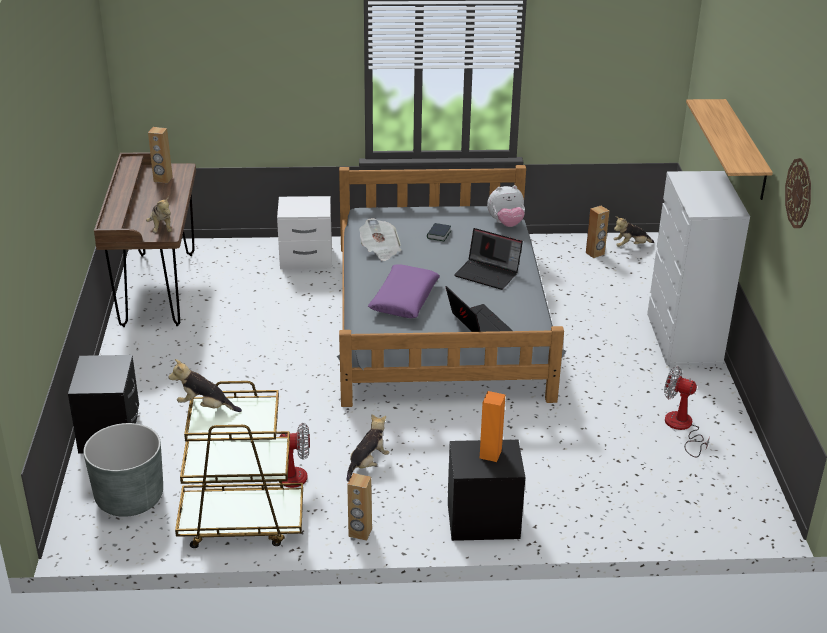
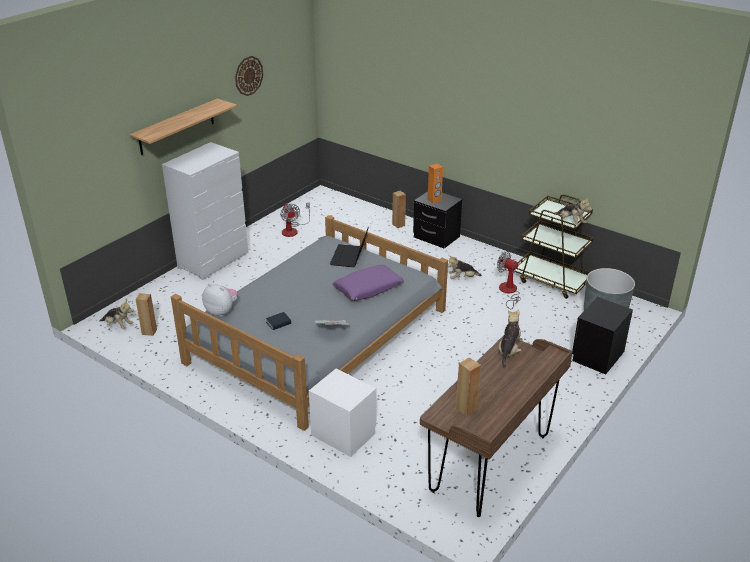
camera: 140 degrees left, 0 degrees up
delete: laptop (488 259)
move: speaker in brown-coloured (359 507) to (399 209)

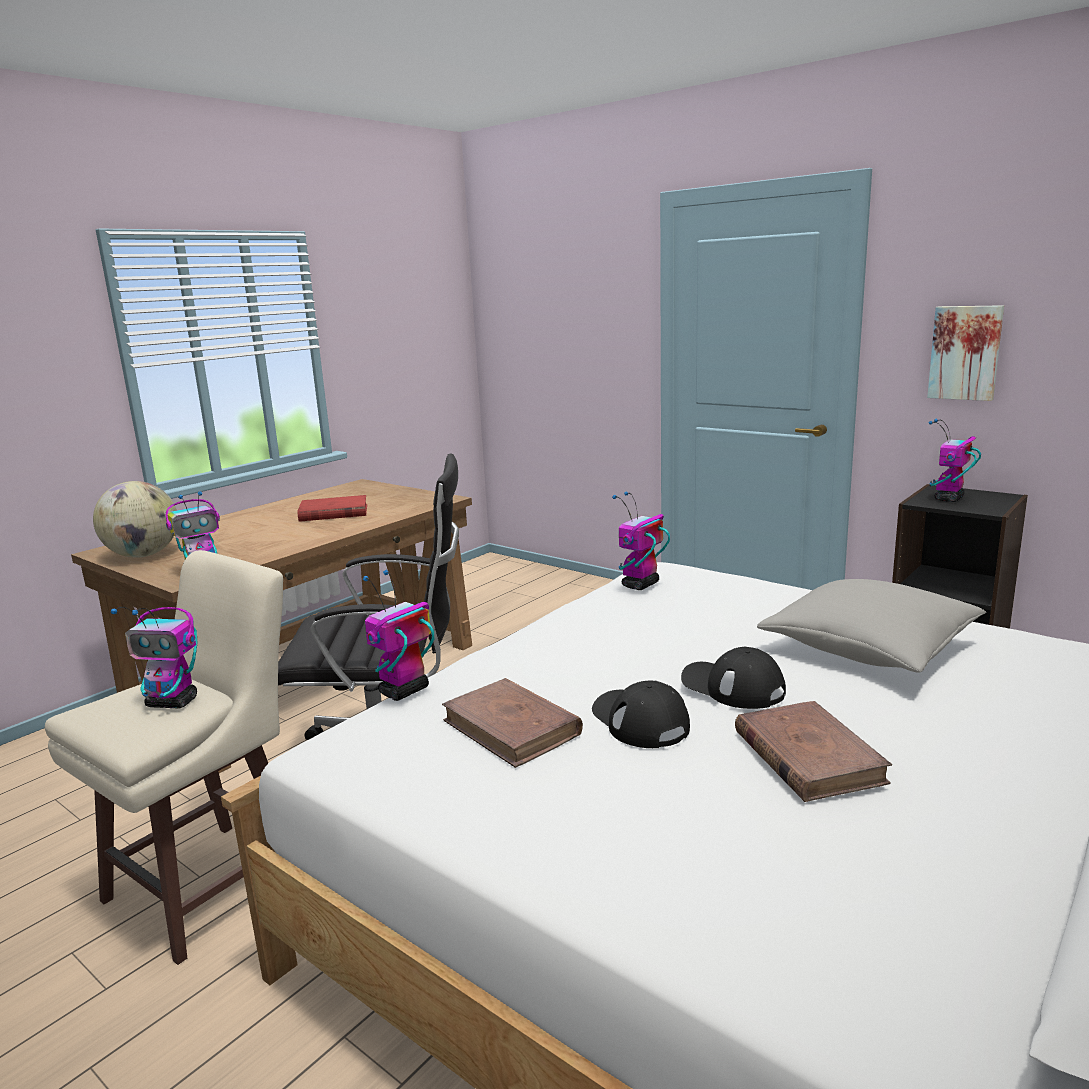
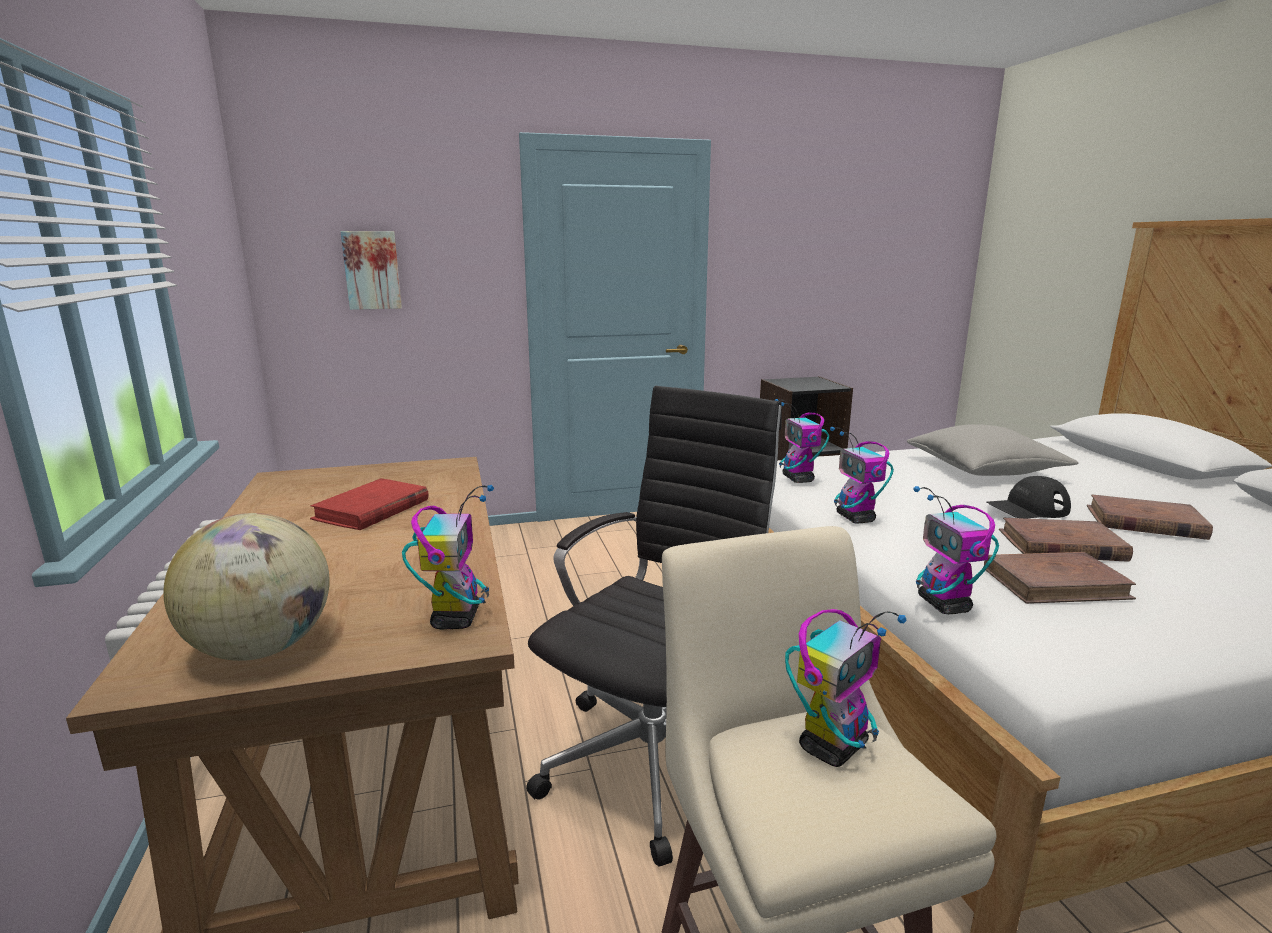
camera: 55 degrees left, 0 degrees up
move: wall art (965 353) to (371 270); toy robot (955 460) to (862 475)
replace: cap in black-coloured (641 714) to book in brown-coloured (1066 540)

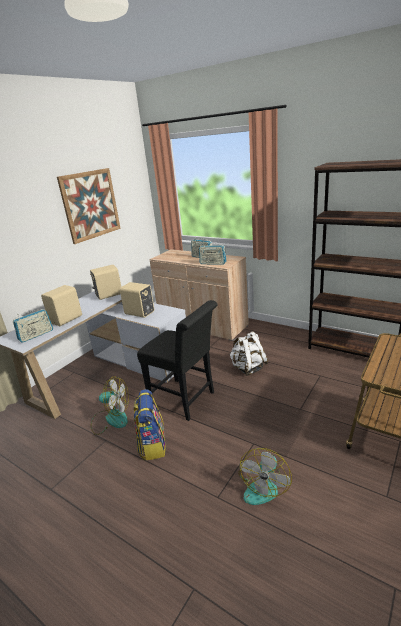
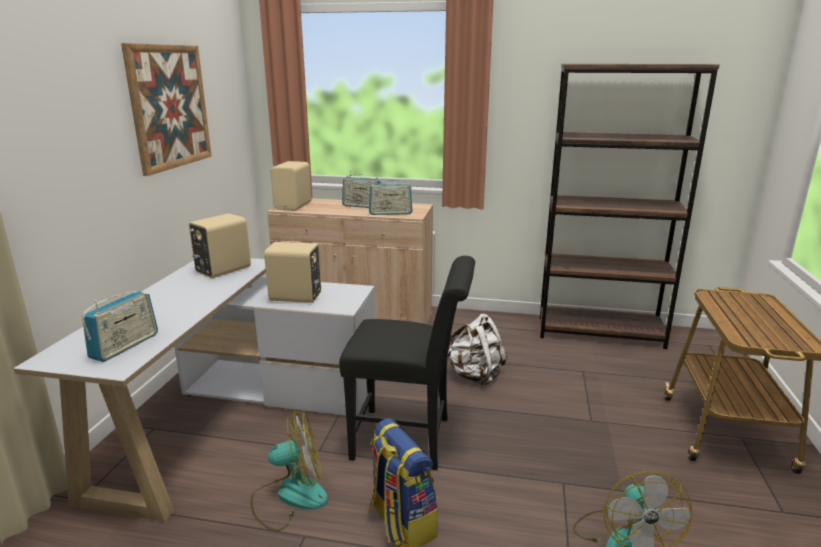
camera: 25 degrees left, 5 degrees down
move: speaker in beige (61 305) to (290 185)

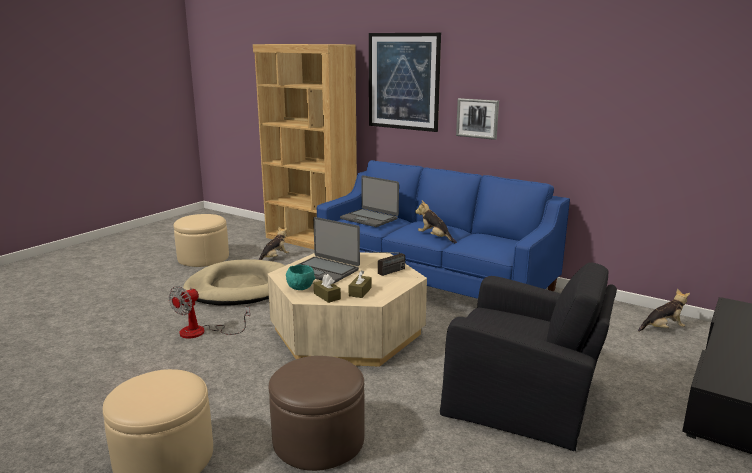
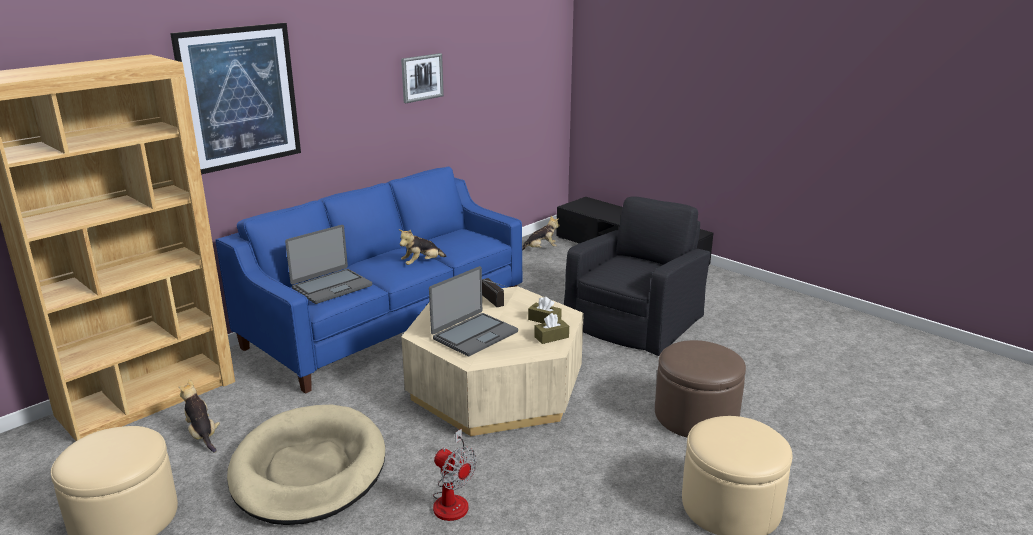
camera: 80 degrees left, 5 degrees up
delete: deep dish in turquoise-coloured (300 277)
move: wall art (477 119) to (422 78)
rotate: cuddly toy (664 310) = (541 233) 75 degrees clockwise

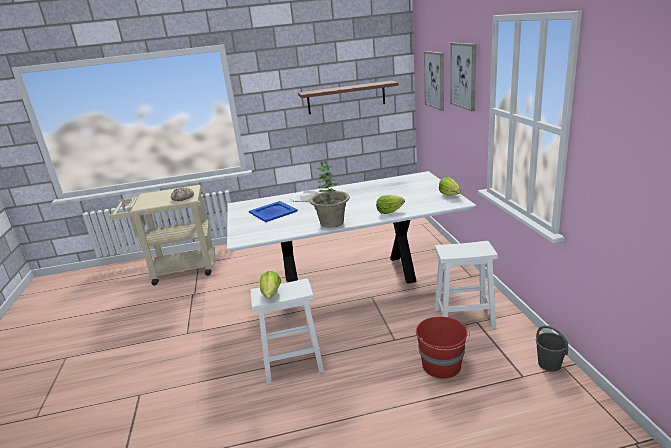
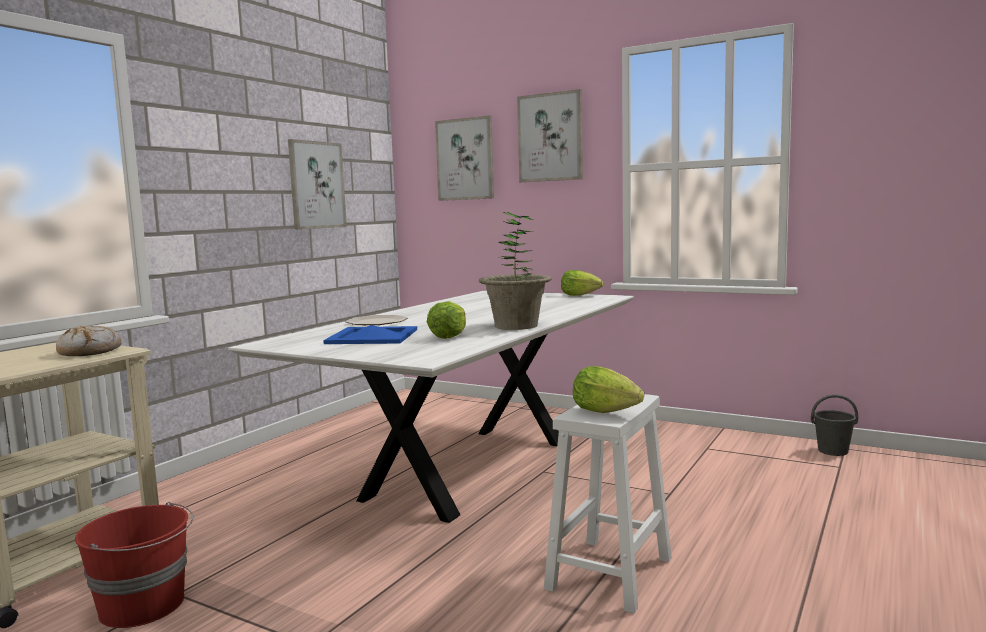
camera: 50 degrees left, 15 degrees down
delete: sitting stool in whitish (466 285)
move: lettuce head (390 204) to (446 320); water bucket in reddish (443 348) to (134 565)
replace: wall shelf (348 97) to wall art (317 184)

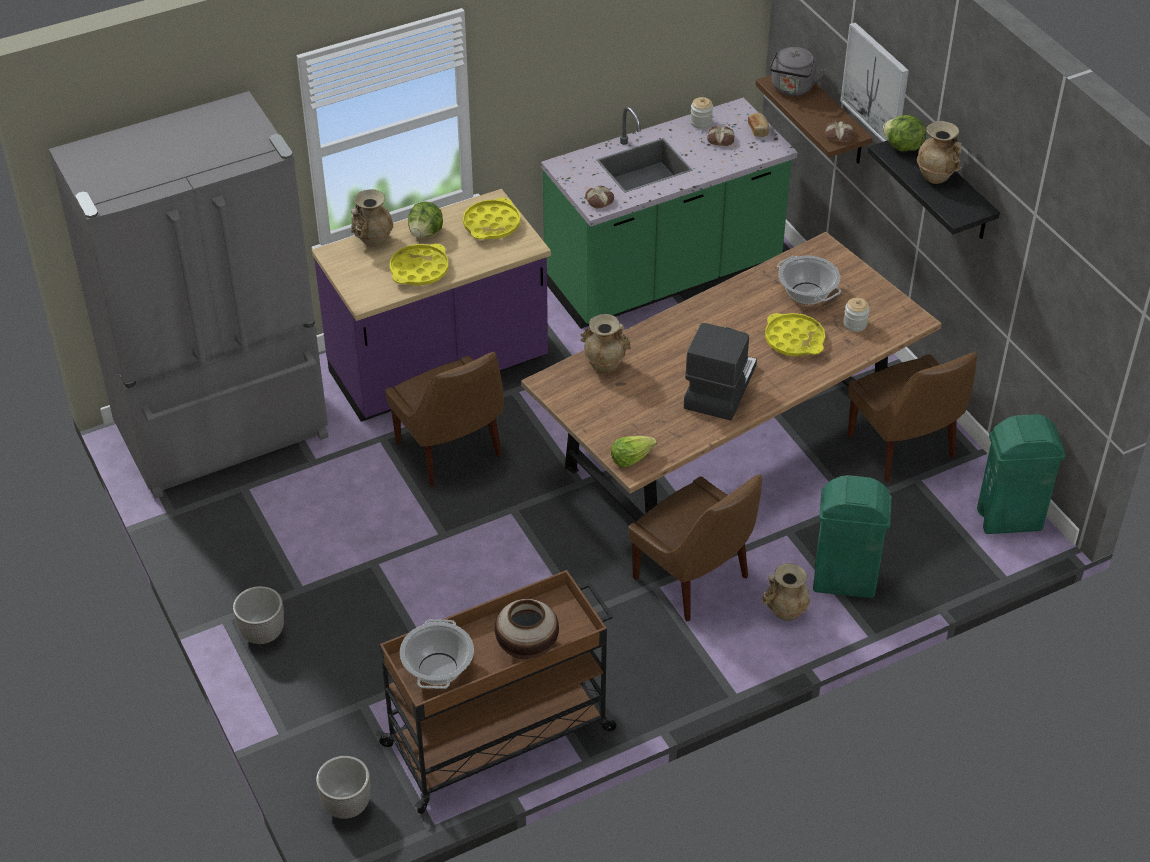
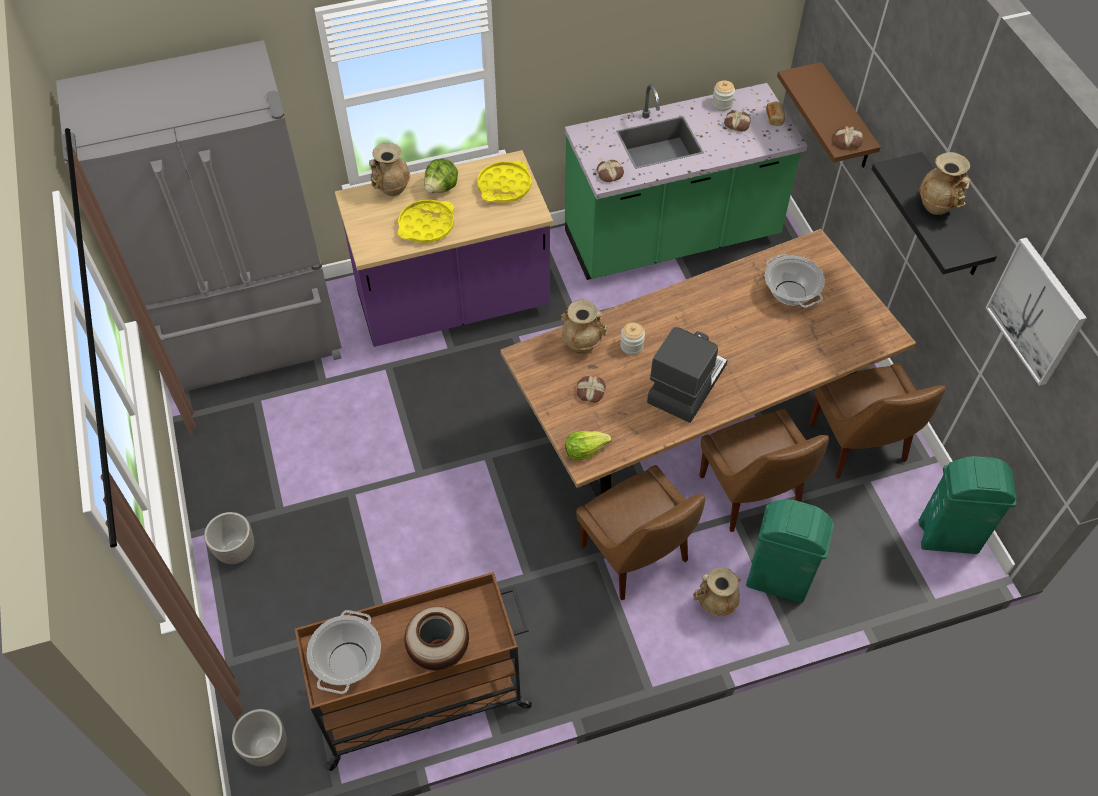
camera: 10 degrees right, 10 degrees up
delete: tray in yellow (795 335); kettle in grey (797 71); lettuce head (904 133)
insert: bread (591 389)
move: plain chair in brown-coloured (444 419) to (764 470); wall art (874 82) to (1036 311); preserve jar (856 315) to (632 338)

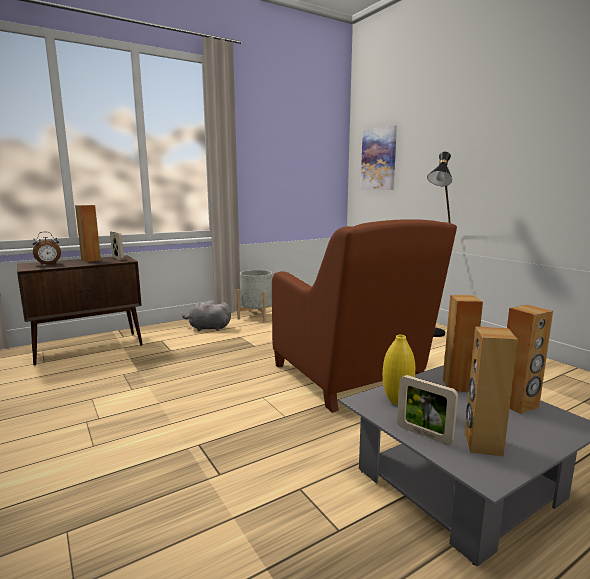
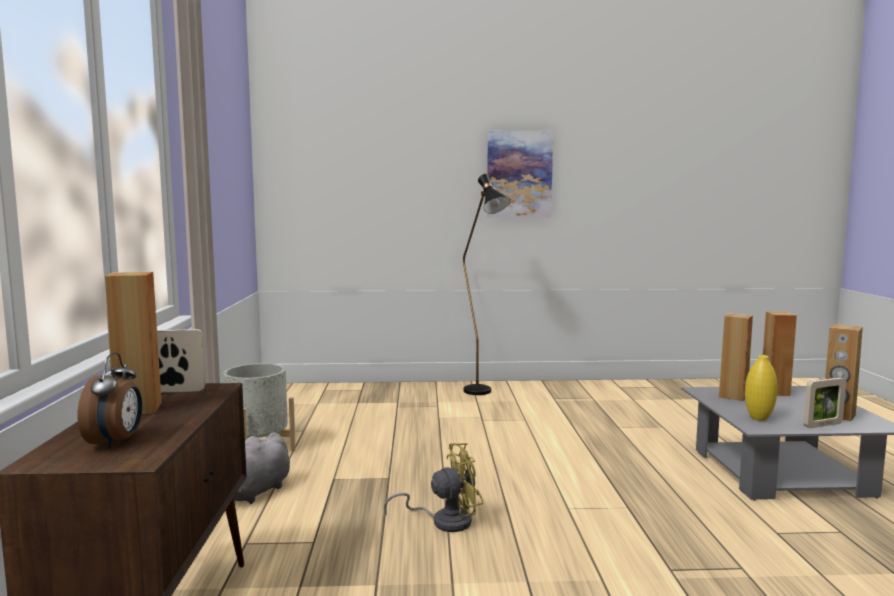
camera: 60 degrees left, 5 degrees down
delete: armchair in brown-coloured (364 316)
insert: electric fan in yellow (434 487)
move: wall art (379 157) to (520 174)

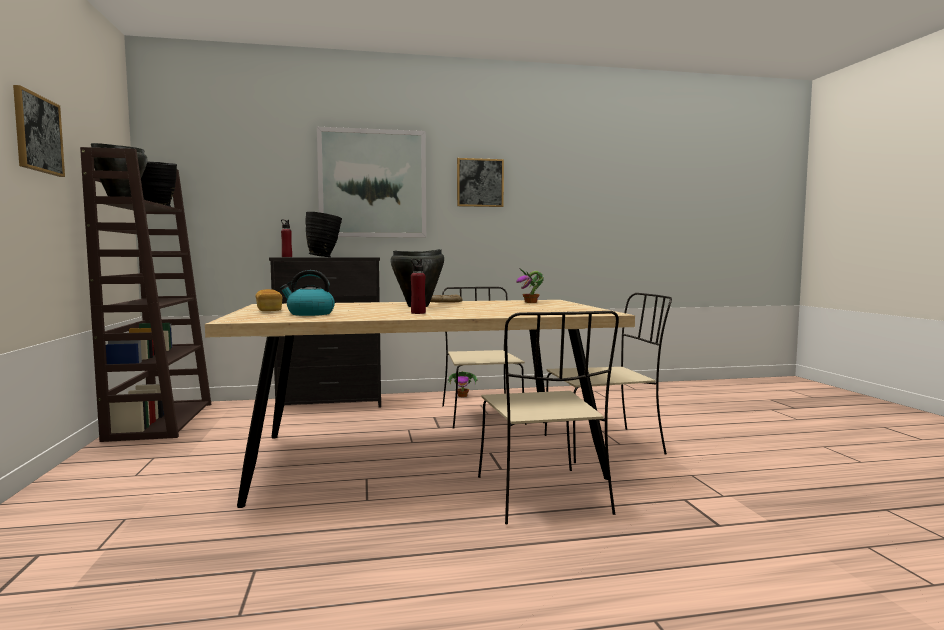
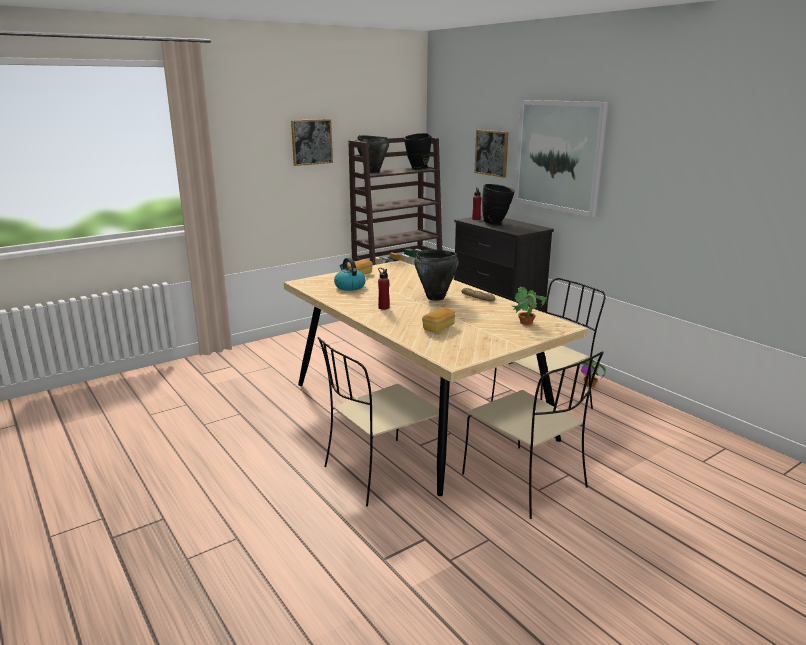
camera: 65 degrees right, 15 degrees up
insert: bread (438 320)
move: wall art (480 182) to (492 154)

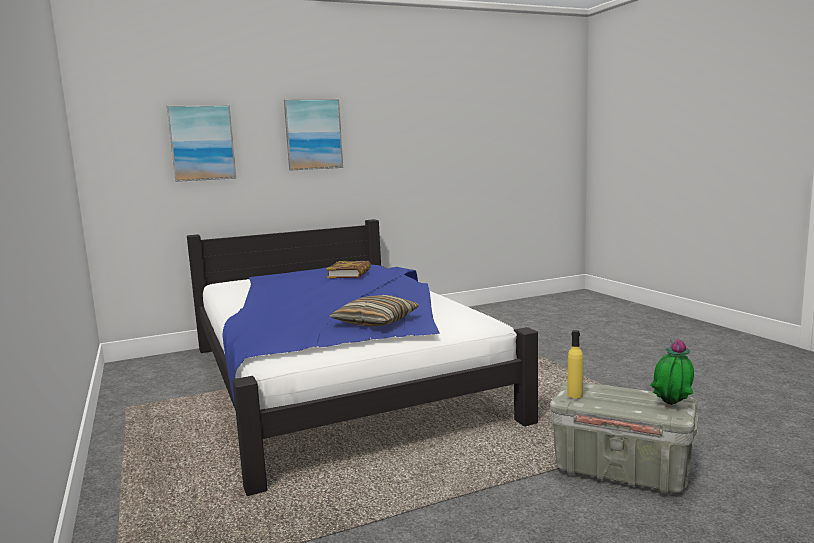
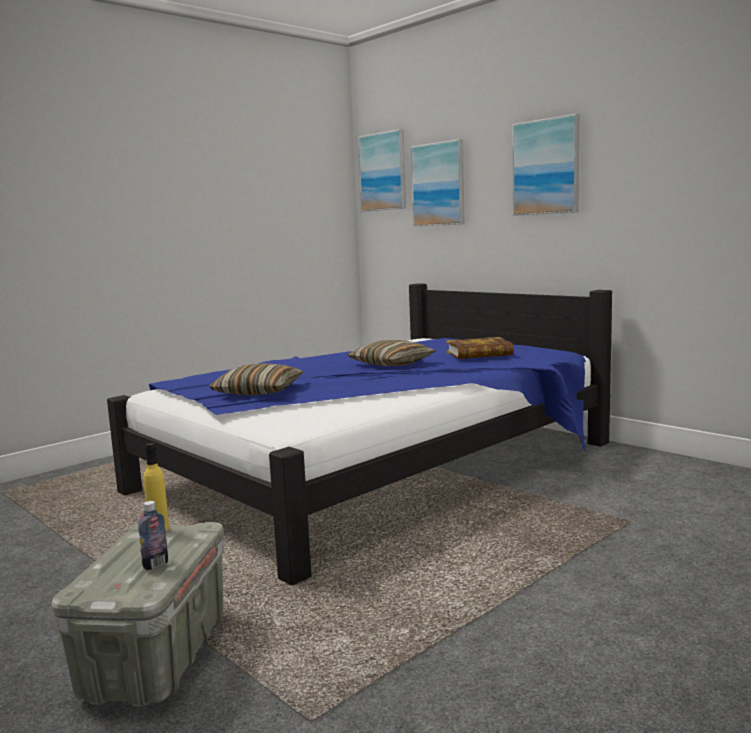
camera: 70 degrees right, 0 degrees up
delete: potted plant (672 372)
insert: beverage bottle (153 535); throw pillow (392 353); wall art (382 170)

